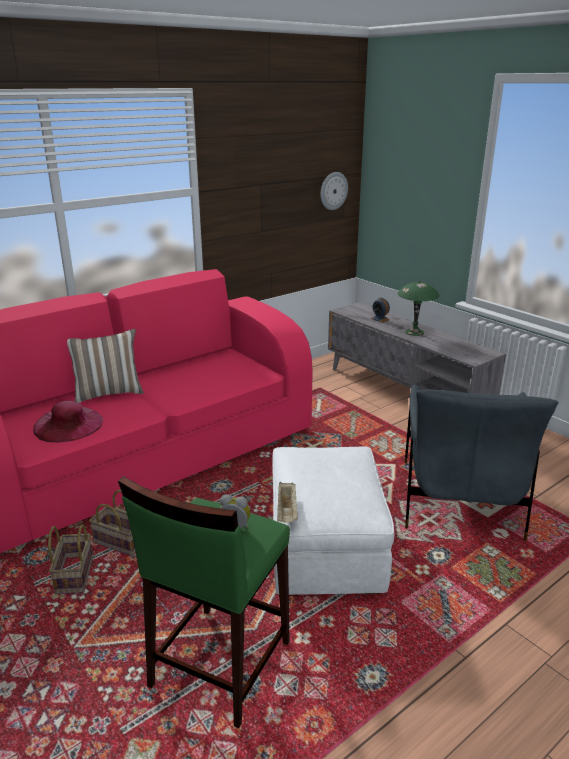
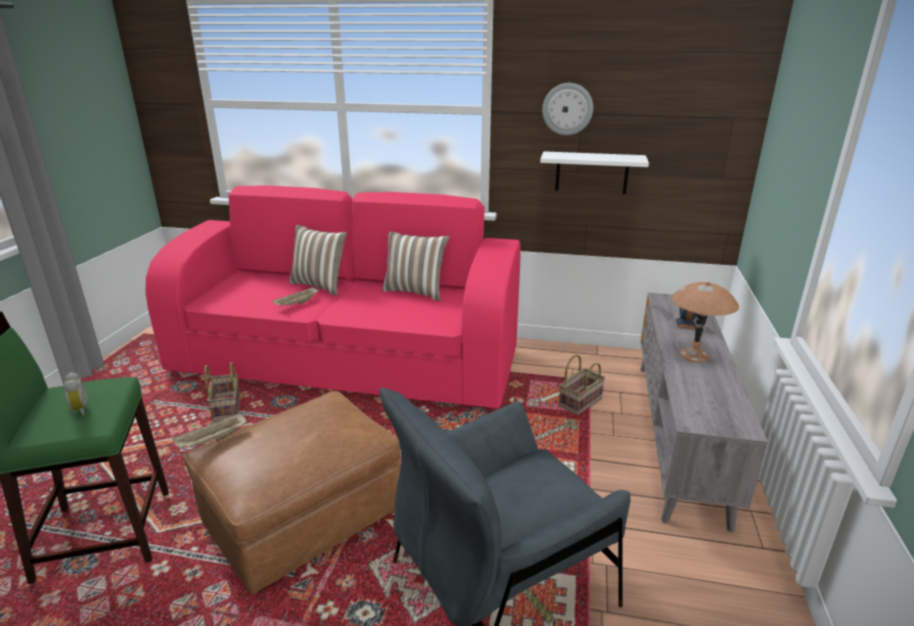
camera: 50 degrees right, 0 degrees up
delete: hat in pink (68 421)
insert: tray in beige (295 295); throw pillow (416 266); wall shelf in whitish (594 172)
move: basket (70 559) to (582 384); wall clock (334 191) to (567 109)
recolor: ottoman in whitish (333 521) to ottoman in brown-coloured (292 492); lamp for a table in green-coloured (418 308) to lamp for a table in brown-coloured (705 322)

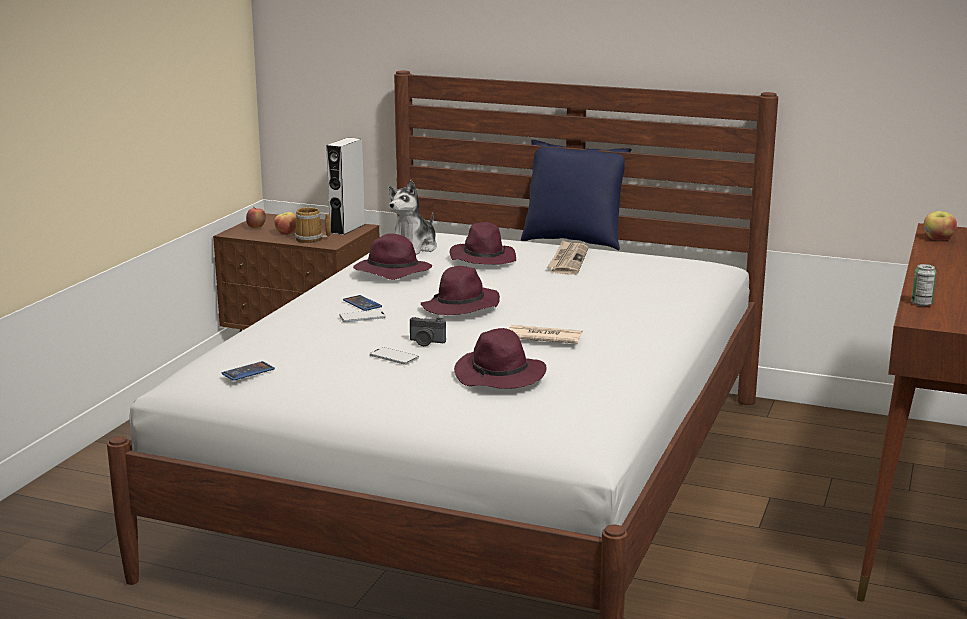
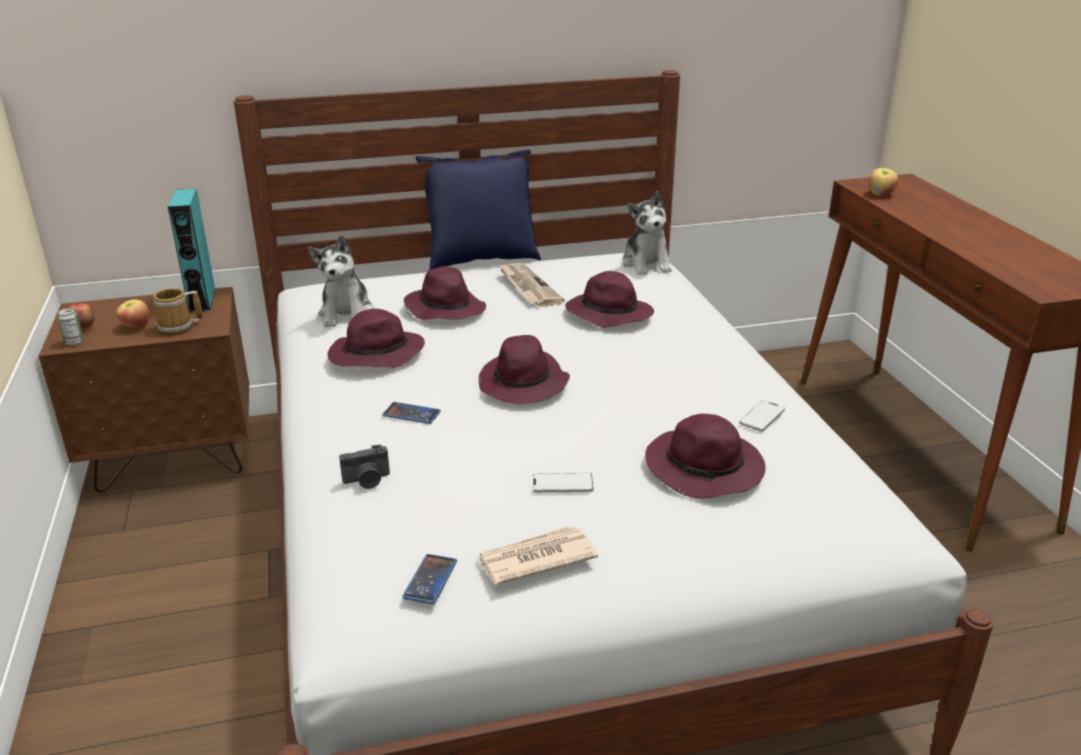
camera: 35 degrees left, 10 degrees up
insert: hat in purplish (609 299); cuddly toy (647 233)
move: phone (363 316) to (762 416); still camera (428 331) to (364 467); newspaper (546 334) to (537 555); metal can (923 285) to (70 327)
recolor: speaker in grey (346 186) to speaker in turquoise-coloured (192 251)

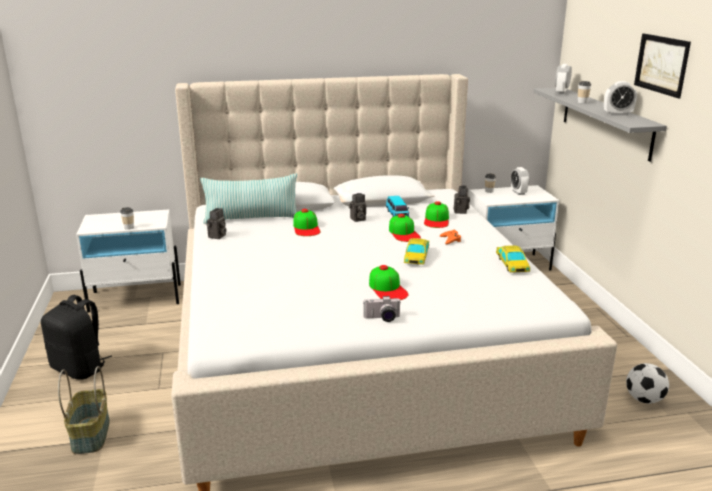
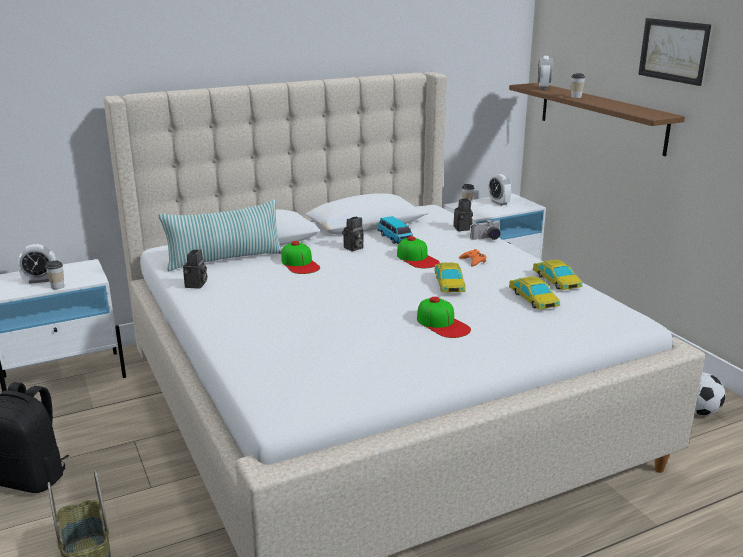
camera: 15 degrees left, 0 degrees up
delete: cap (436 214)
insert: toy car (534 293)
move: still camera (382 309) to (485 230); table clock (620 98) to (37 264)
recolor: wall shelf in grey (600 125) to wall shelf in brown-coloured (597 119)

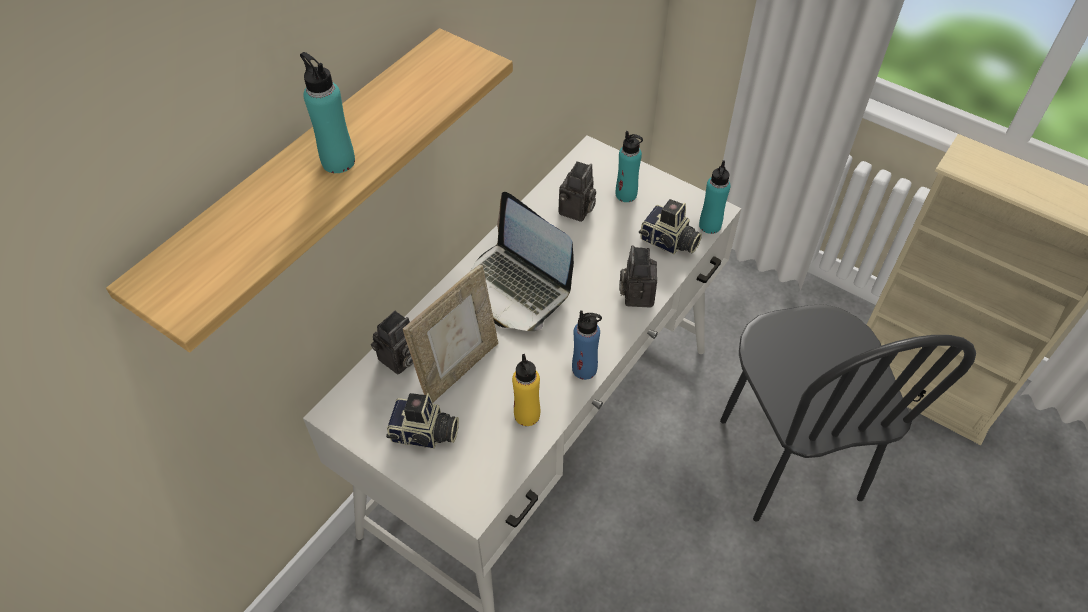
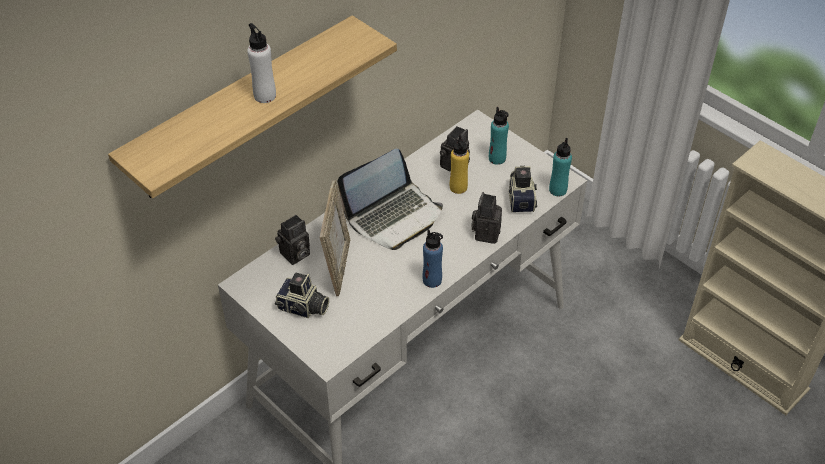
camera: 10 degrees right, 5 degrees down
delete: plain chair in black-coloured (848 413)
move: beverage bottle in yellow (526 390) to (459 164)
recolor: beverage bottle in turquoise-coloured (327 112) to beverage bottle in whitish (261 63)
rotate: photo frame (450 333) = (335 238) 45 degrees counterclockwise; laptop (522 261) = (390 199) 90 degrees counterclockwise; still camera (670 226) = (523 189) 135 degrees counterclockwise

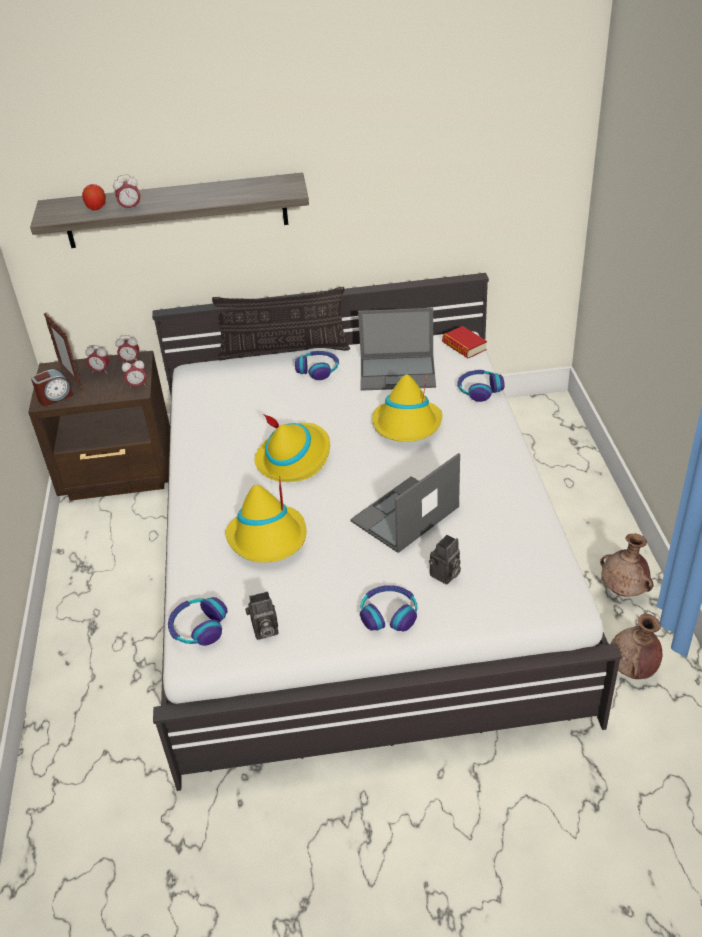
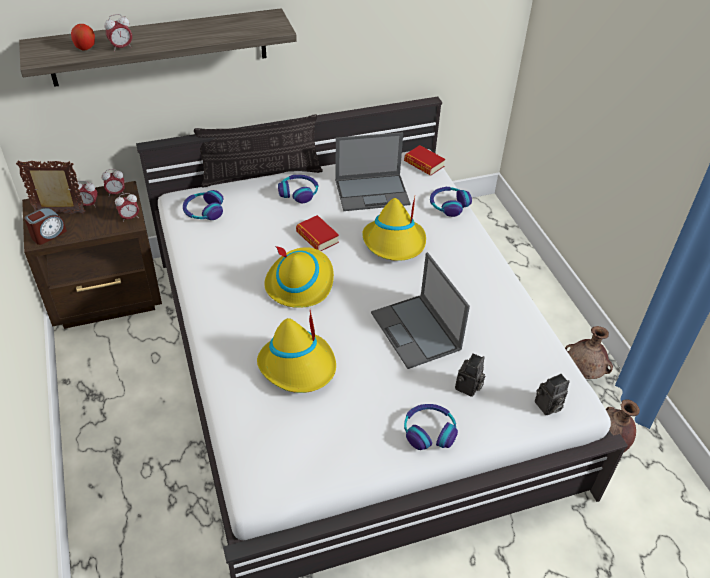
camera: 15 degrees left, 5 degrees up
insert: book (317 233)
move: headset (198 621) to (203 205); still camera (261 615) to (552 394)
rotate: photo frame (63 351) = (51 187) 135 degrees clockwise; laptop (405 503) = (420 310) 60 degrees counterclockwise

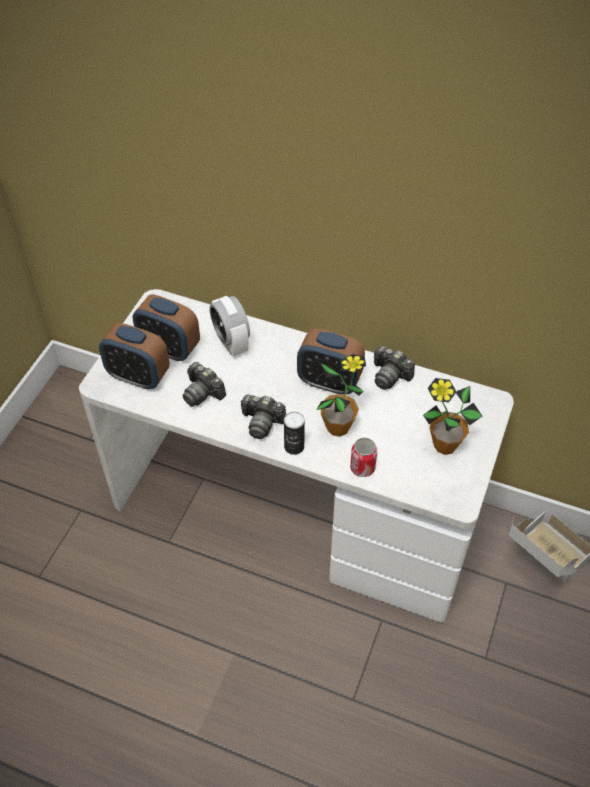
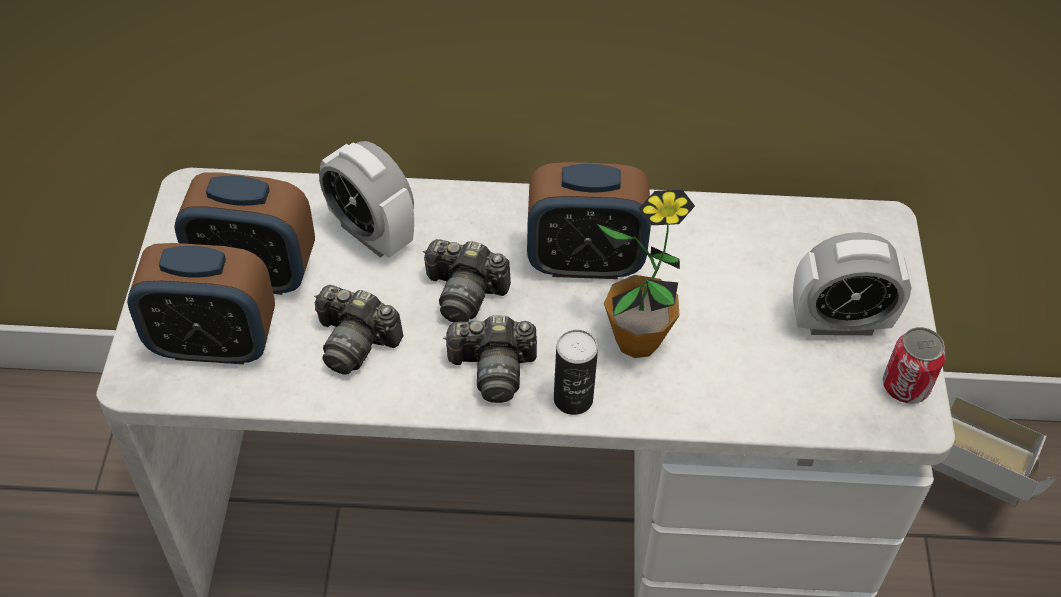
camera: 20 degrees left, 0 degrees up
move: metal can (363 457) to (914 365); still camera (394 368) to (467 280)
replace: potted plant (453 416) to table clock (852 283)

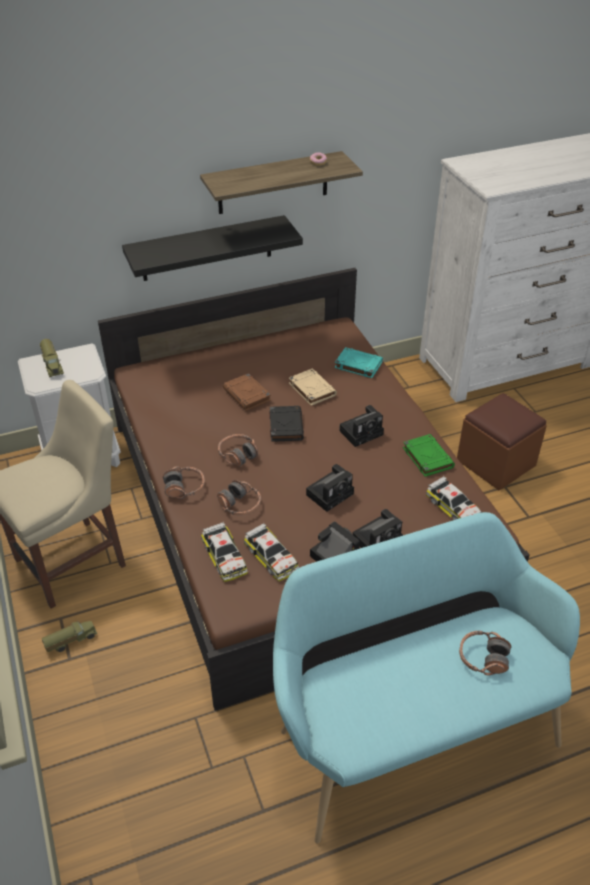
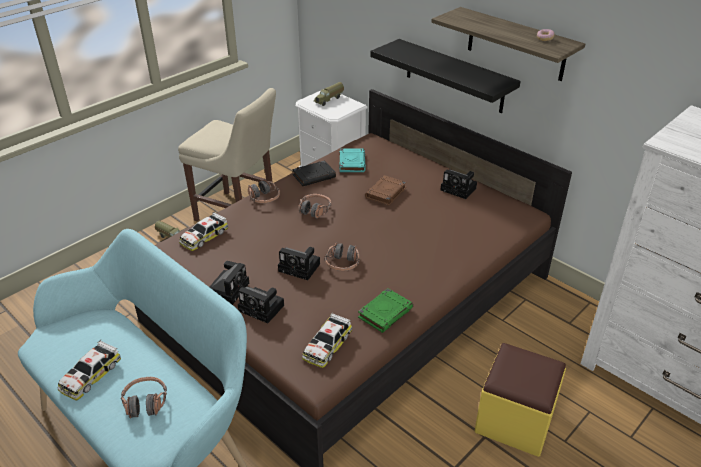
camera: 65 degrees right, 5 degrees down
delete: book in beige (313 387)
move: headset (239 498) to (342 256); toy car (271 552) to (89 370); book in black-coloured (286 424) to (314 173); book in turquoise-coloured (359 362) to (352 160); still camera (361 426) to (458 184)
recolor: ottoman in brown-coloured (502 441) to ottoman in yellow (520 400)

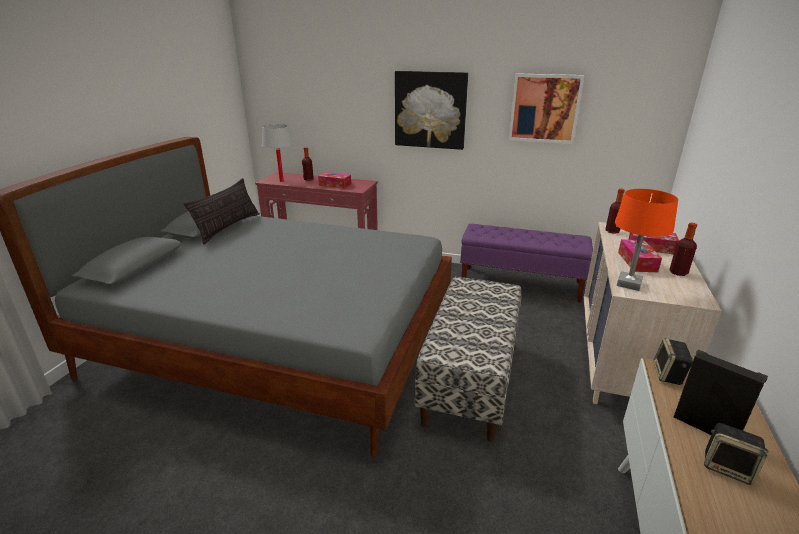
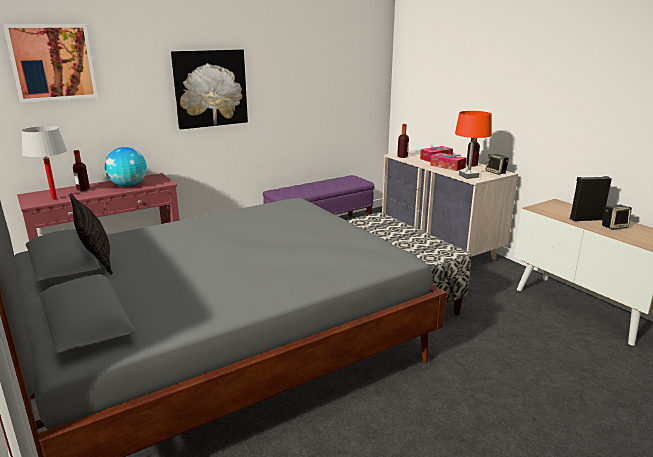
camera: 50 degrees left, 5 degrees down
move: wall art (546 108) to (50 63); speaker (673 361) to (497 164)
replace: tissue holder (334 180) to desk globe (126 167)

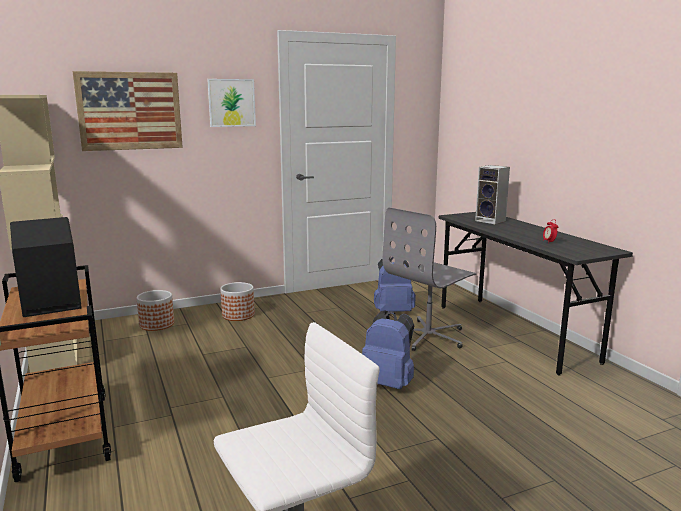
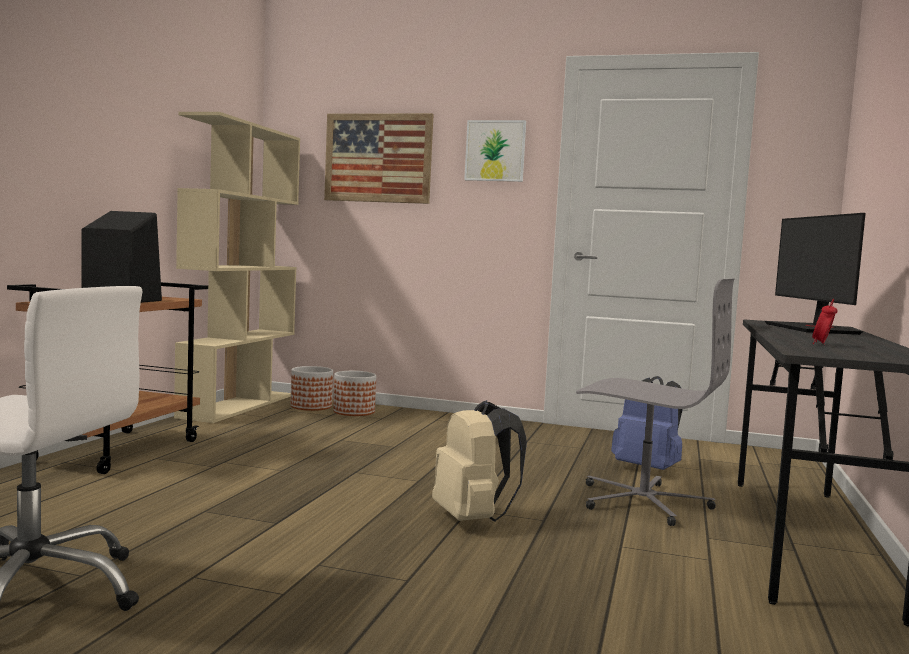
camera: 40 degrees right, 10 degrees down
move: planter (237 301) to (312 388)
replace: speaker (492 194) to computer display (815 274)
recolor: rucksack in bluish (388 349) to rucksack in beige (479 461)
rotate: computer chair in grey (430 279) = (655 402) 150 degrees counterclockwise

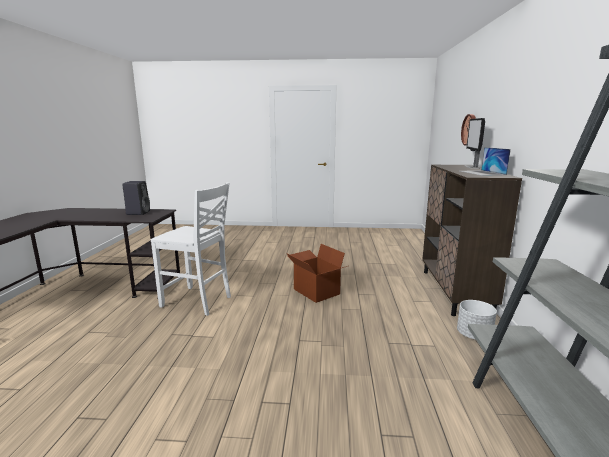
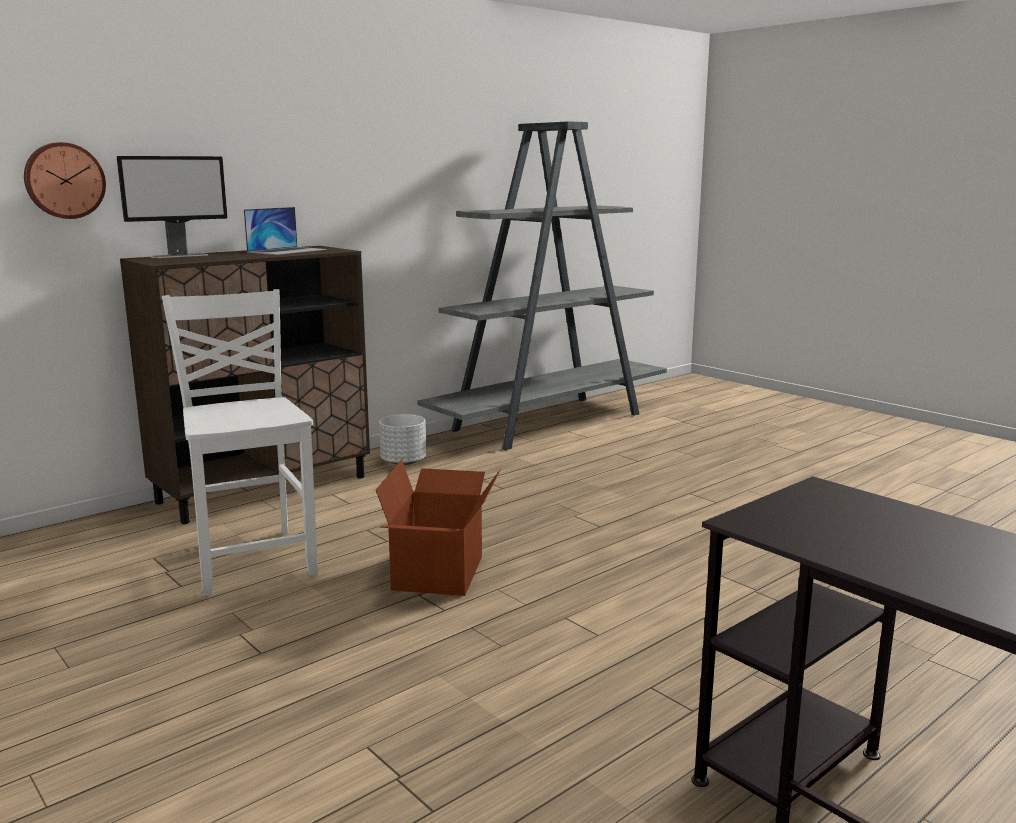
camera: 135 degrees left, 0 degrees up
delete: speaker in black-coloured (136 198)
move: plain chair in whitish (190 249) to (240 442)

